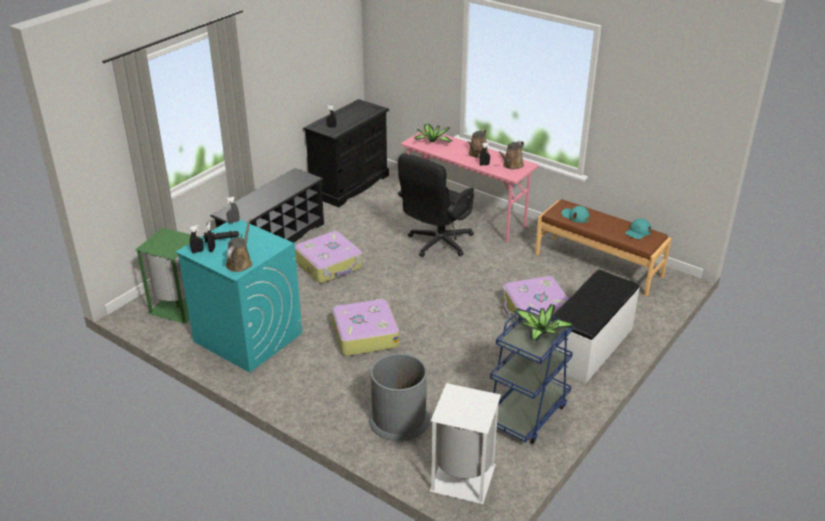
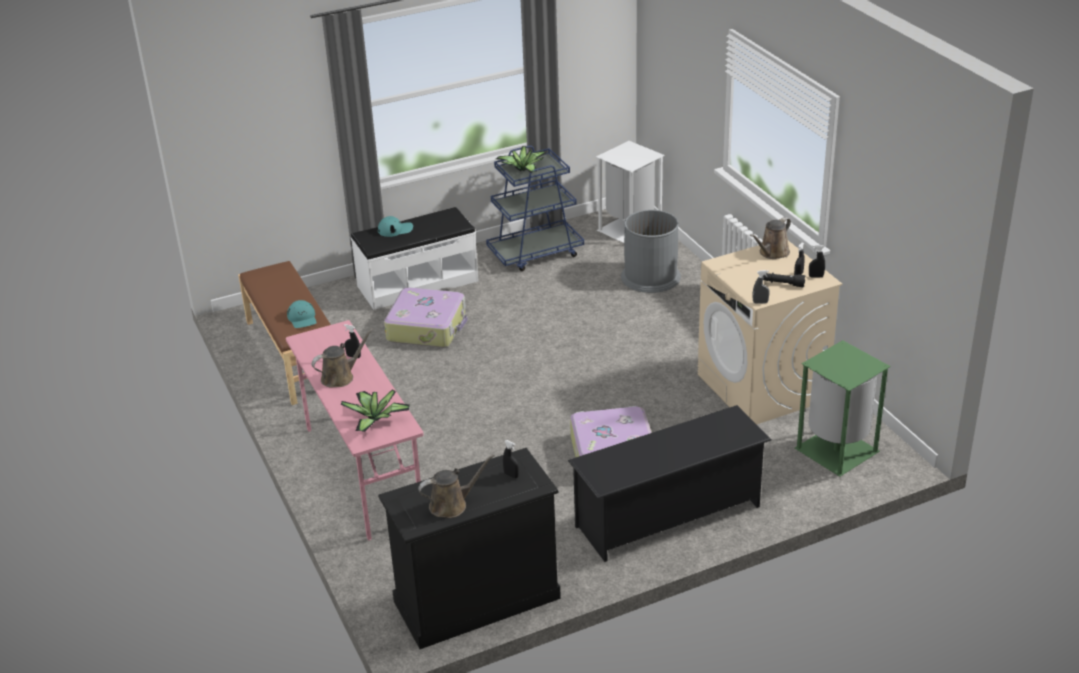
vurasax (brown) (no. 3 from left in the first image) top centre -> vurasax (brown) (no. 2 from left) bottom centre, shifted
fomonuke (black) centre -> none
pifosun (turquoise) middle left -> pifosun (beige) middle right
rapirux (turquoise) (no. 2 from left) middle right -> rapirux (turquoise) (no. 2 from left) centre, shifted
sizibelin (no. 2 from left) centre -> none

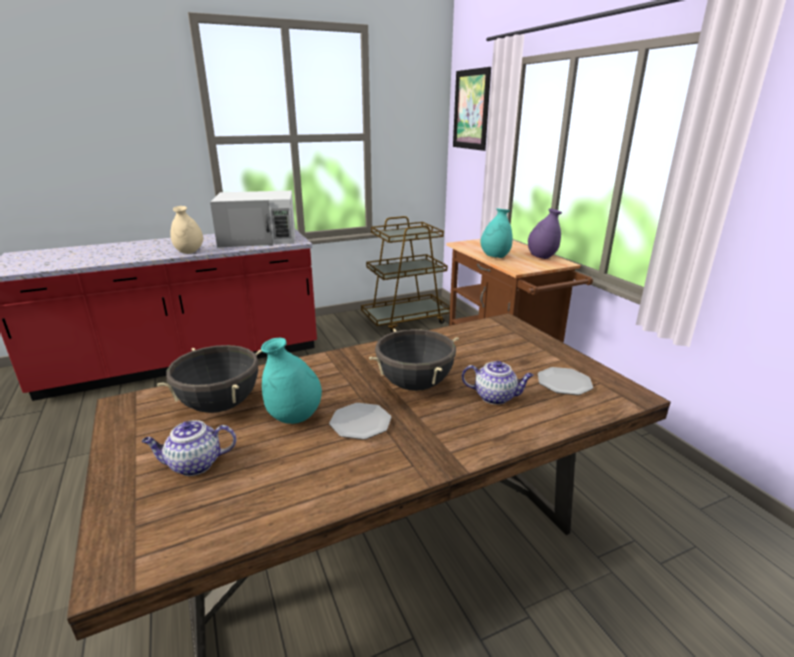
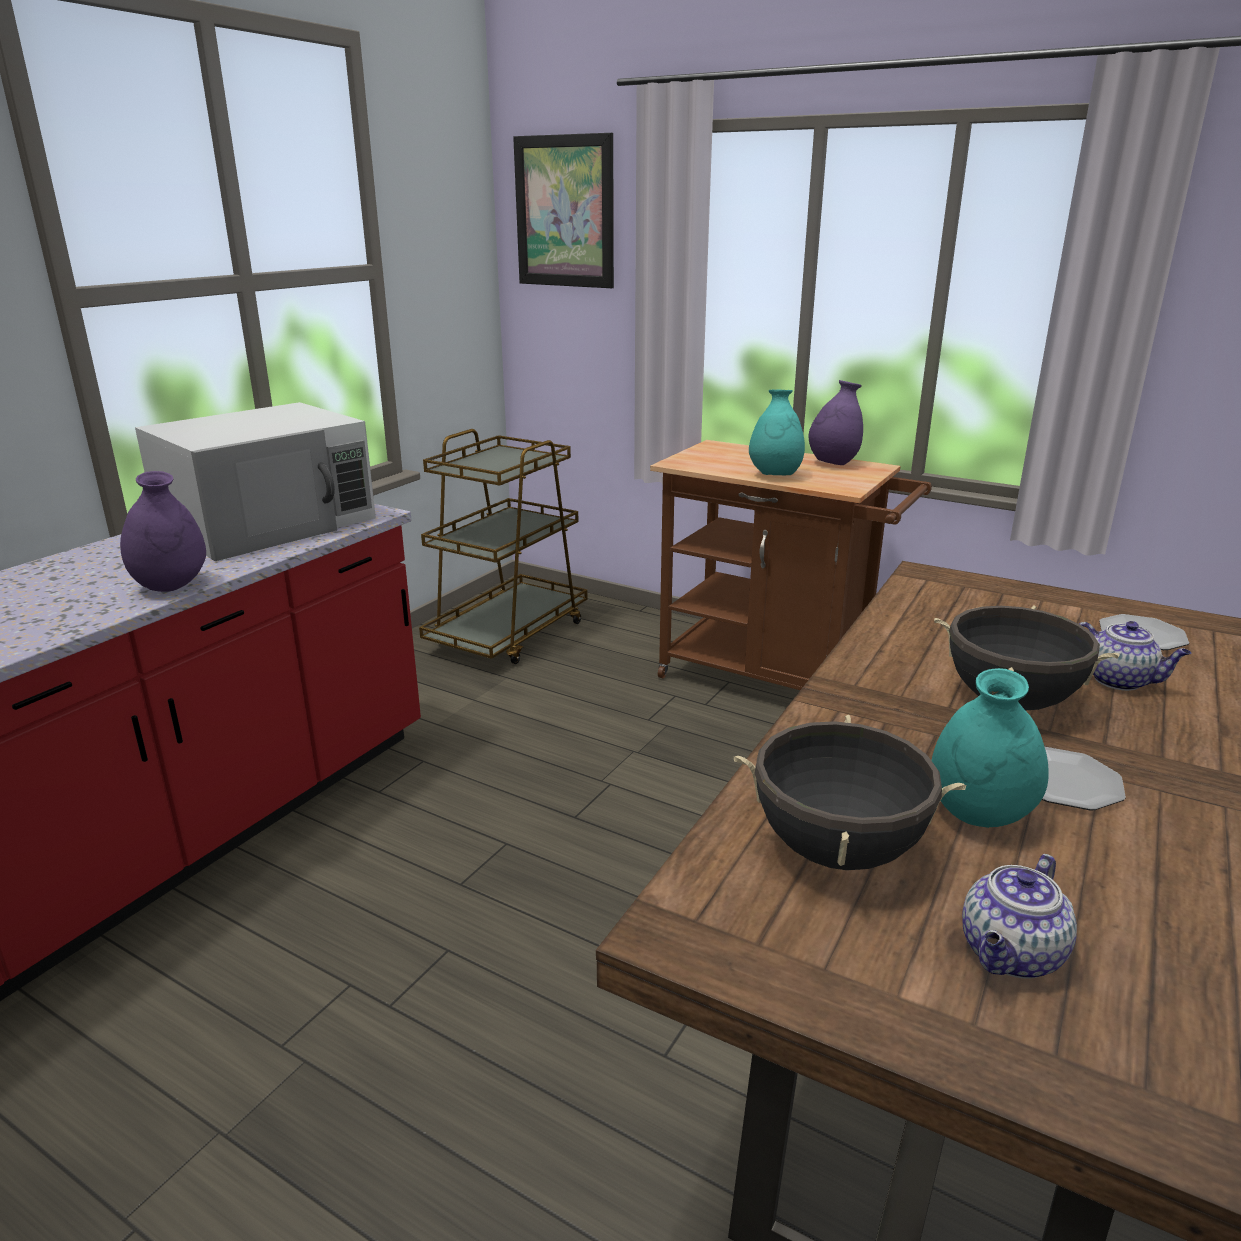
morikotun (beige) middle left -> morikotun (purple) (no. 1 from left) middle left
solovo (no. 2 from left) centre -> solovo (no. 2 from left) middle right, 60 degrees clockwise

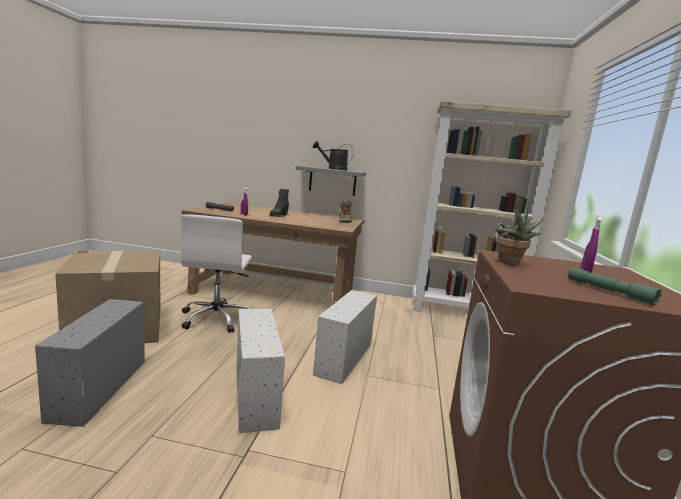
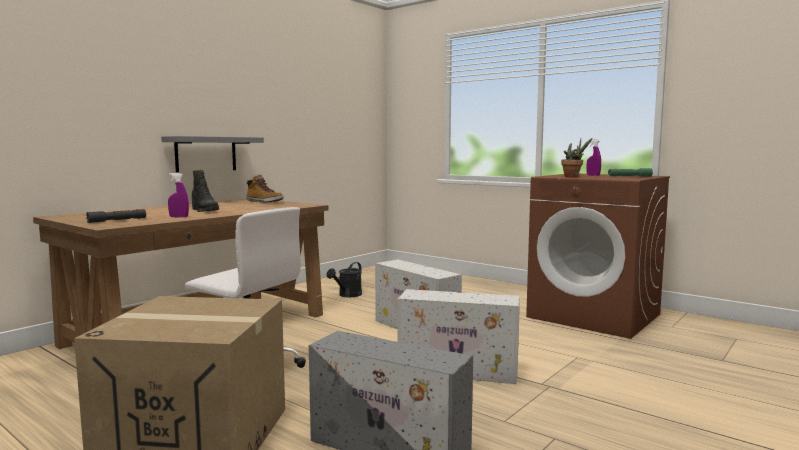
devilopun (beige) middle right -> none
vurasax (black) top centre -> vurasax (black) centre, shifted

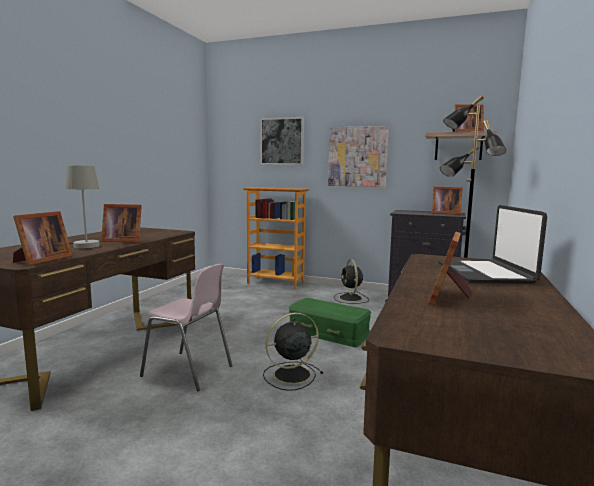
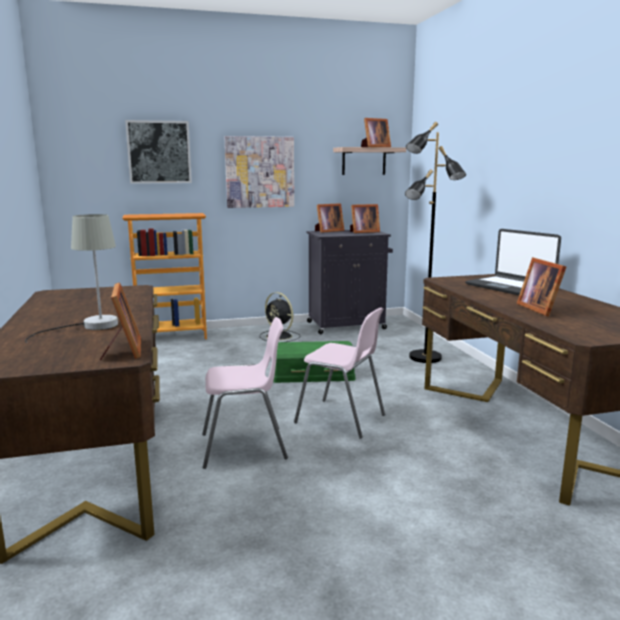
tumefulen (no. 2 from left) middle left -> tumefulen (no. 2 from left) centre, shifted
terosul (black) (no. 1 from left) bottom centre -> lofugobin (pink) (no. 2 from left) centre

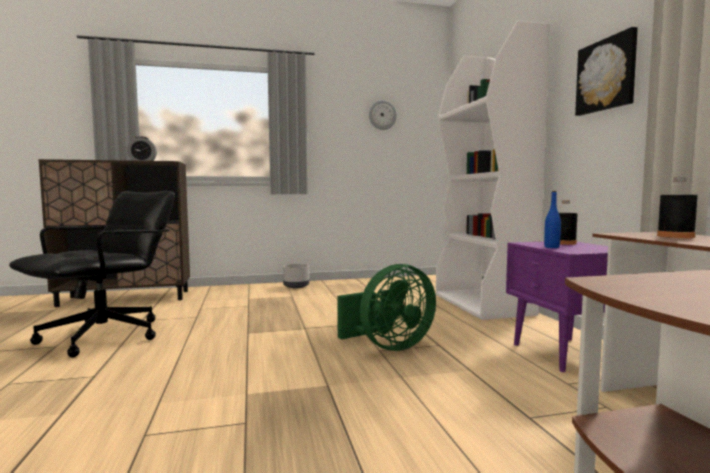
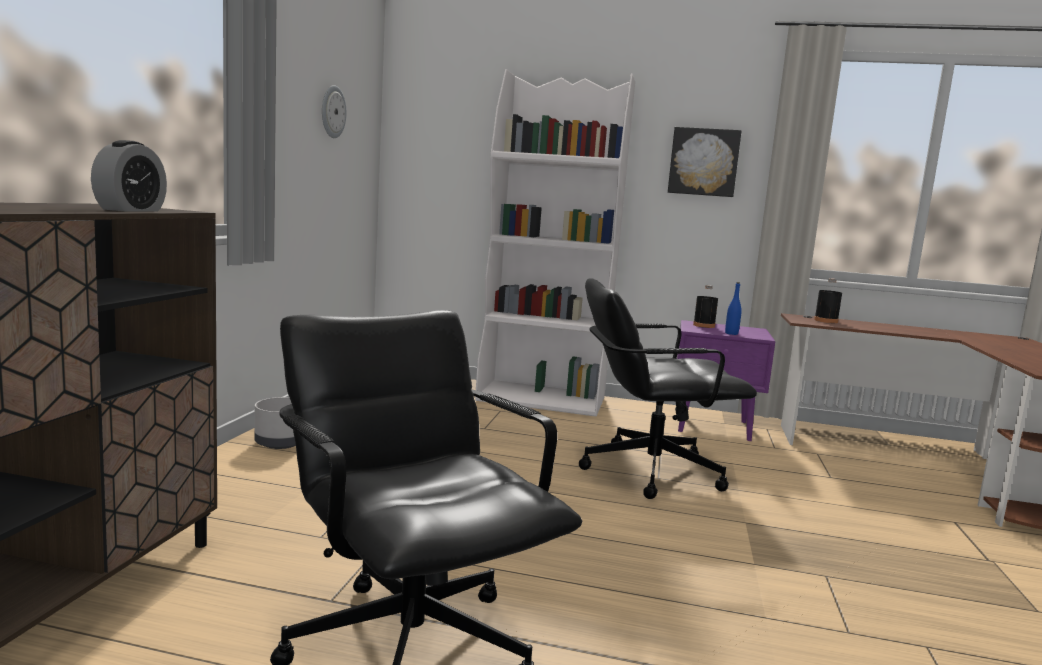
terosul (green) centre -> fomonuke (black) (no. 2 from left) centre

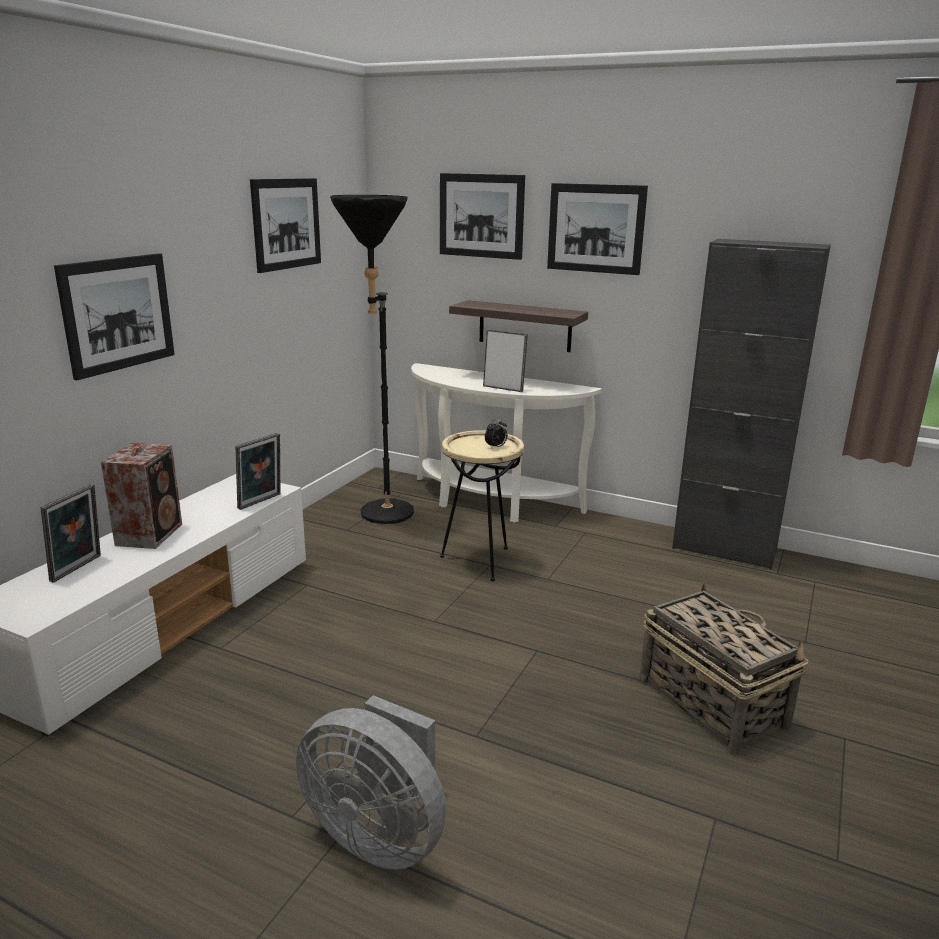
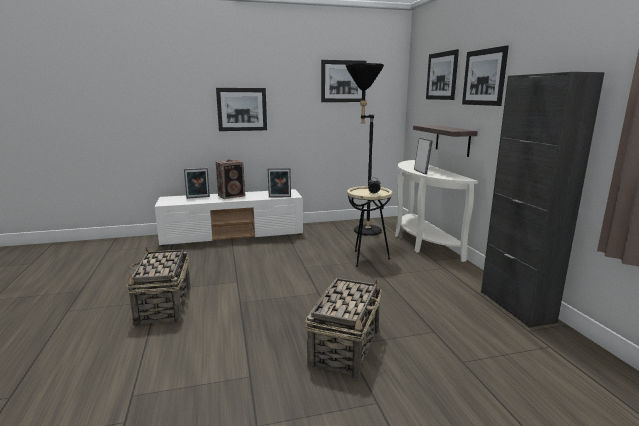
terosul (grey) bottom centre -> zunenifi (no. 1 from left) bottom left

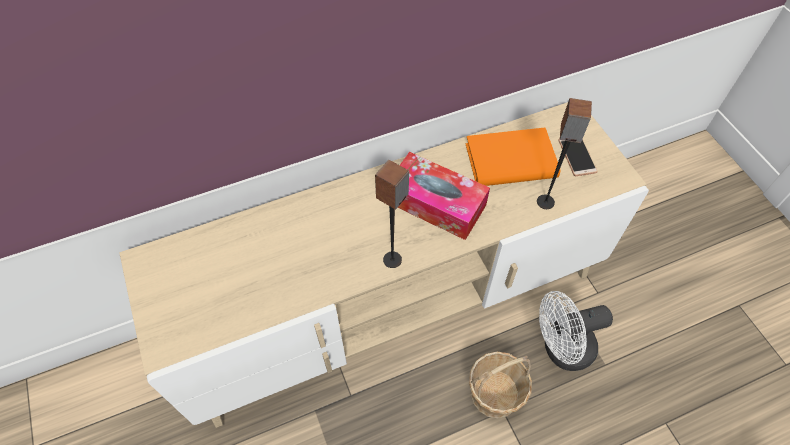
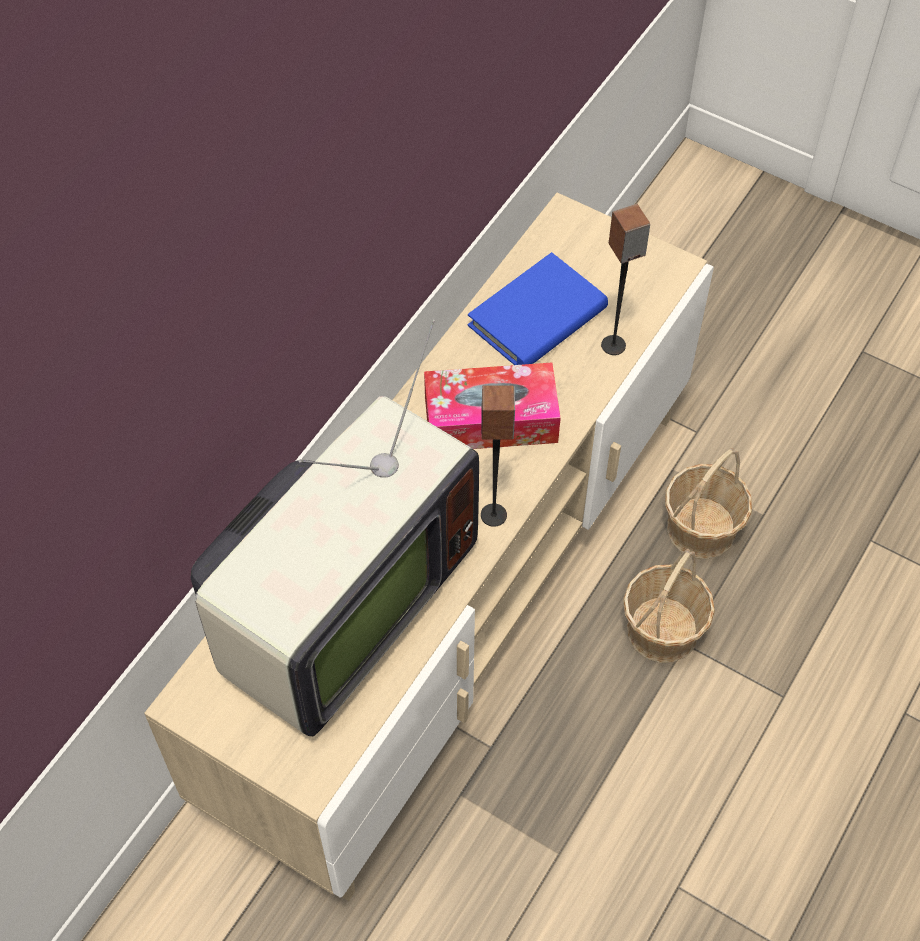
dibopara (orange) centre -> dibopara (blue) top centre
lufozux middle right -> none
terosul (white) bottom right -> zunenifi (no. 2 from left) middle right
none -> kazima centre

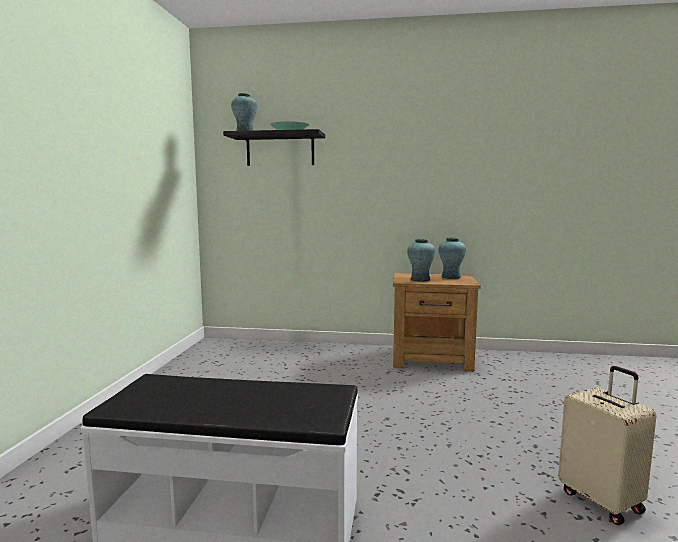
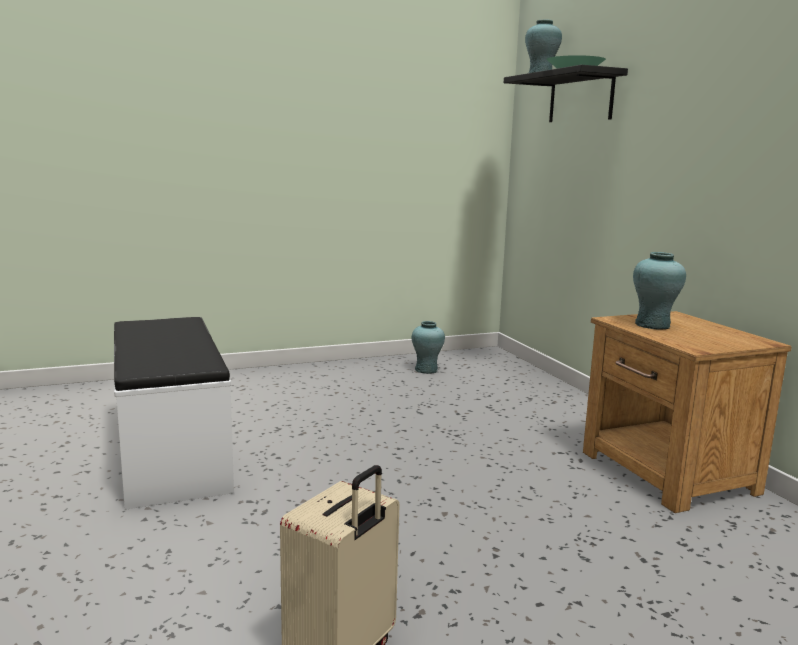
morikotun (turquoise) (no. 3 from left in the first image) middle right -> morikotun (turquoise) (no. 1 from left) centre, shifted

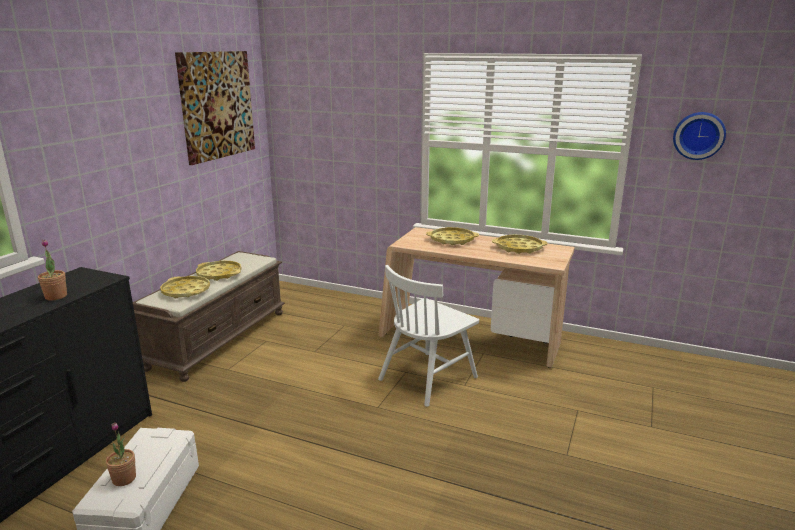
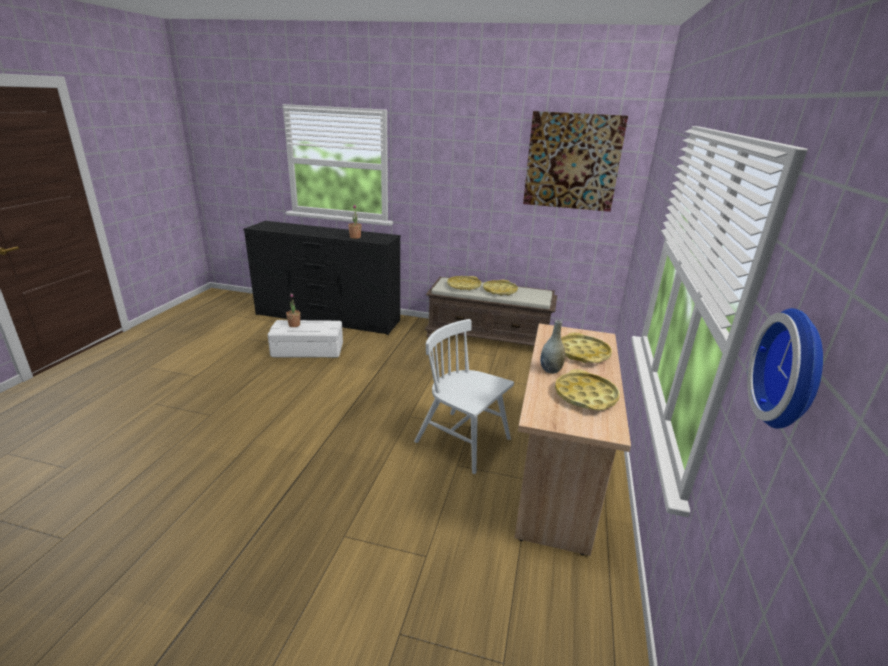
none -> morikotun (grey) centre

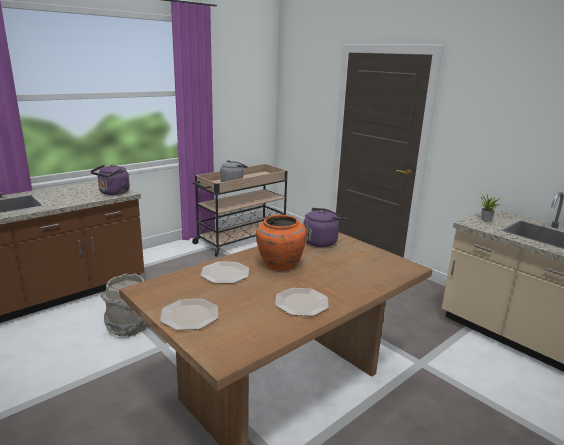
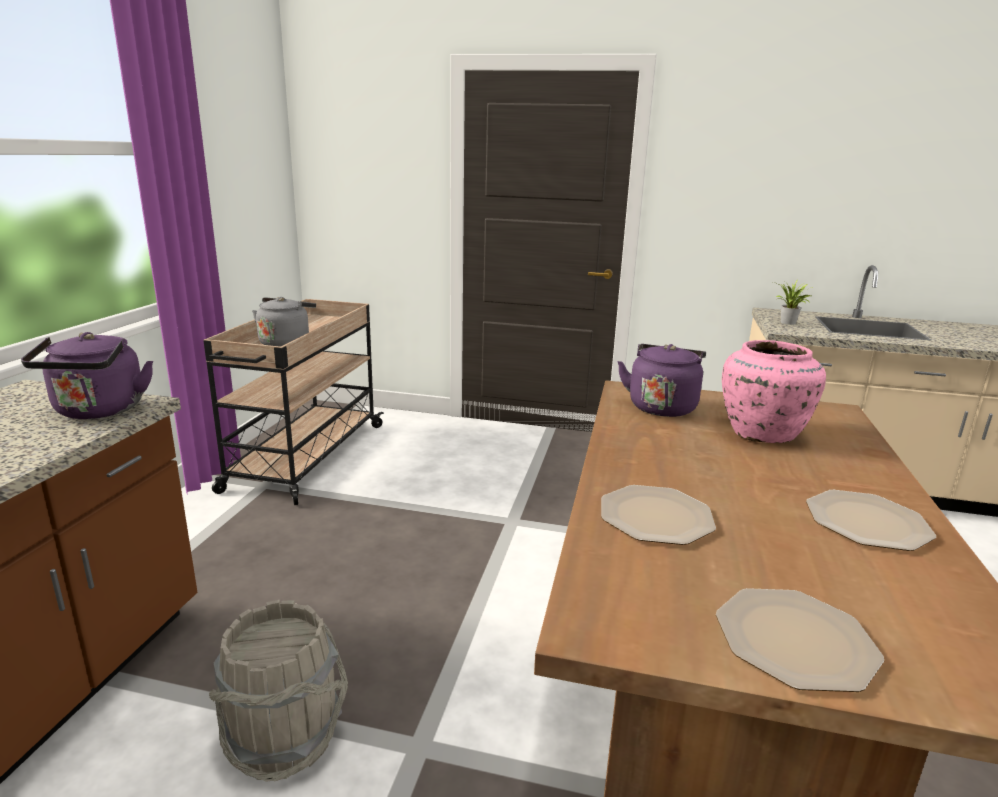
morikotun (orange) centre -> none
none -> morikotun (pink) middle right

